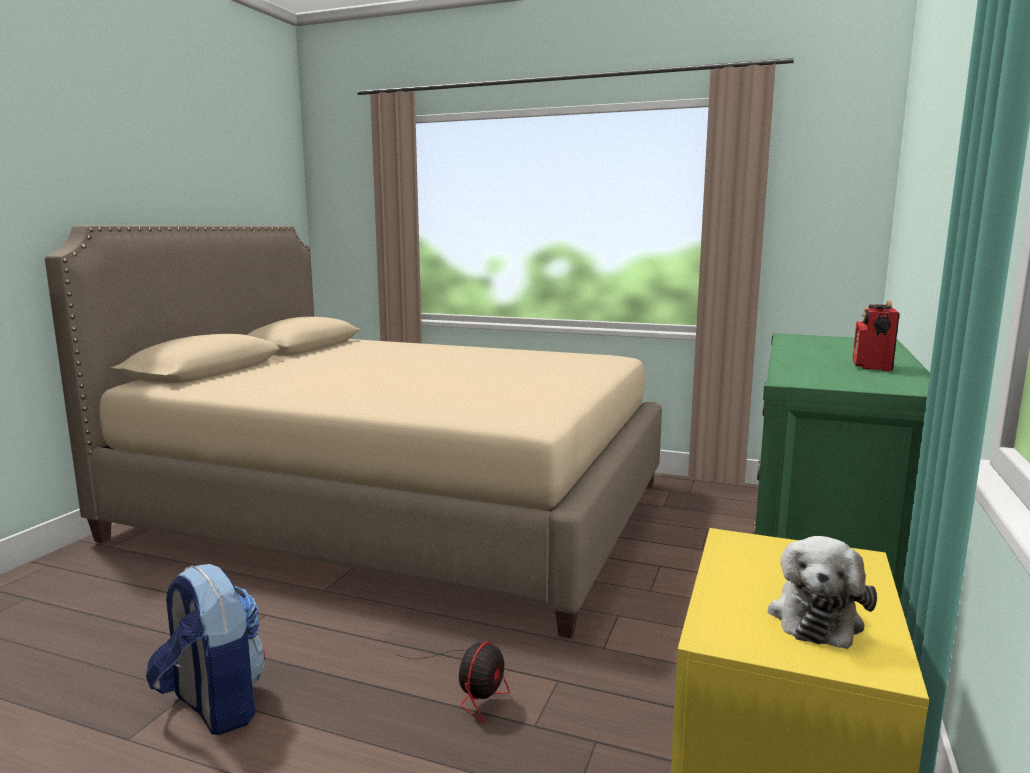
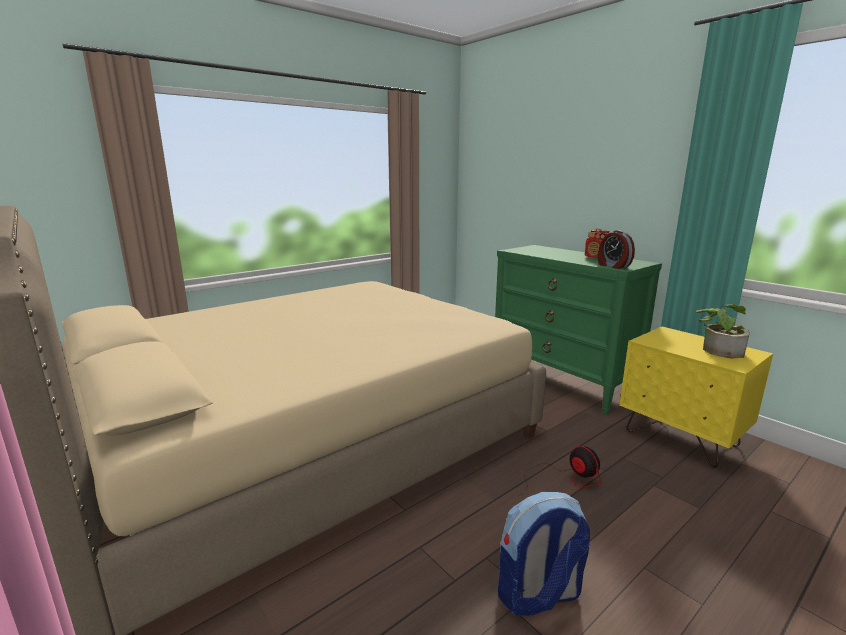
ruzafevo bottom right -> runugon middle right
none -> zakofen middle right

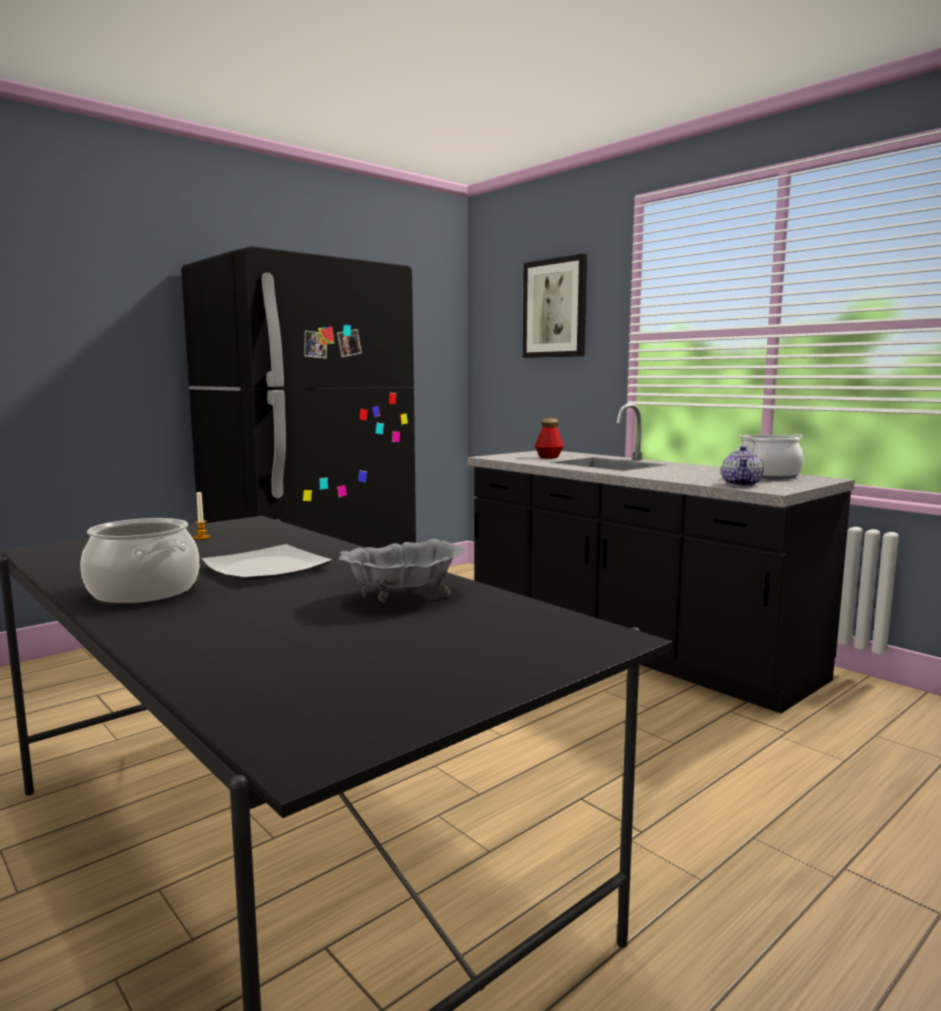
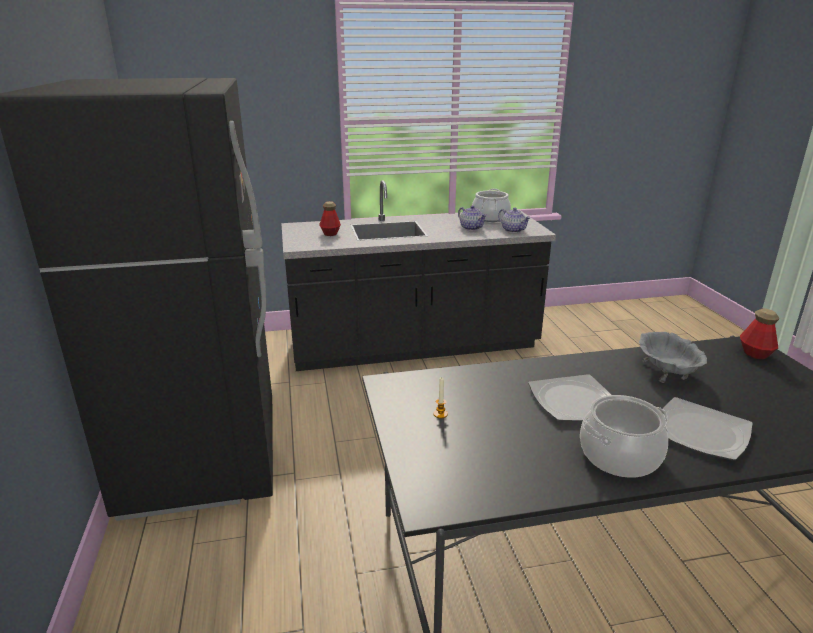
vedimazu top centre -> none
none -> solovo (no. 1 from left) centre
none -> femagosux (no. 2 from left) middle right
none -> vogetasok (no. 2 from left) bottom right

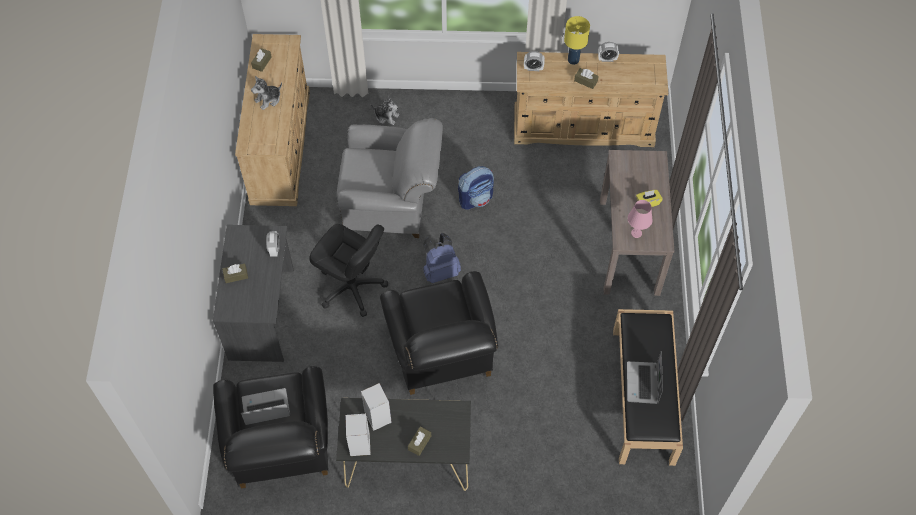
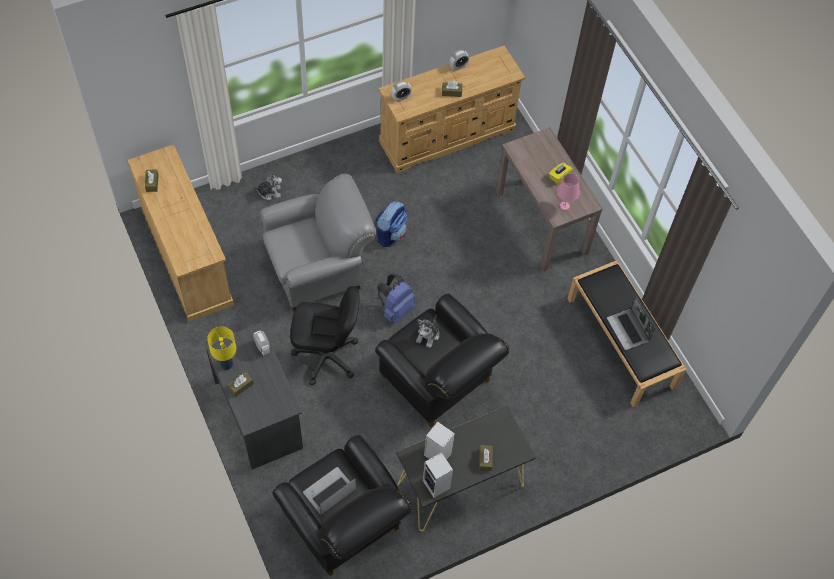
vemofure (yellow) top centre -> vemofure (yellow) middle left, shifted
ruzafevo (no. 1 from left in the first image) top left -> ruzafevo (no. 2 from left) centre, shifted

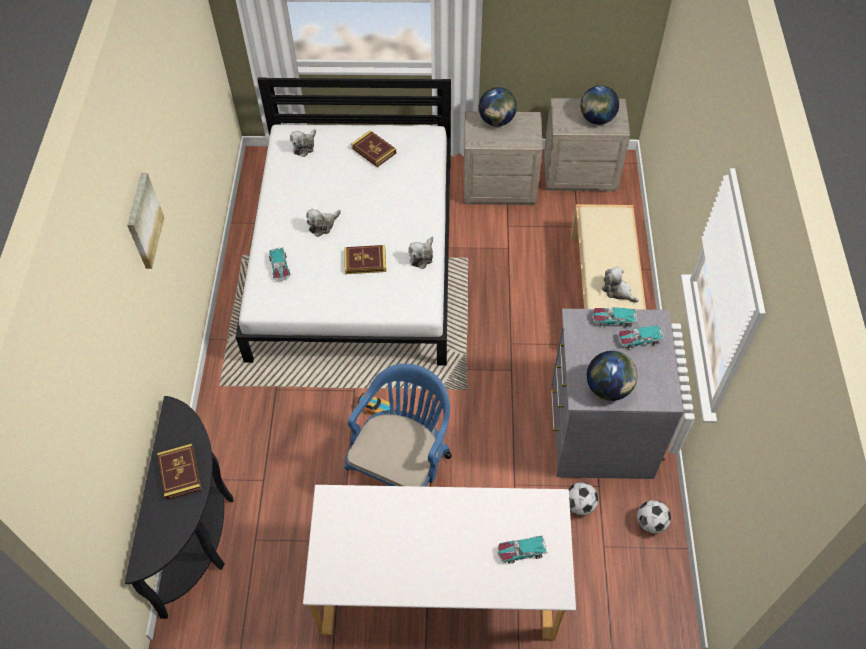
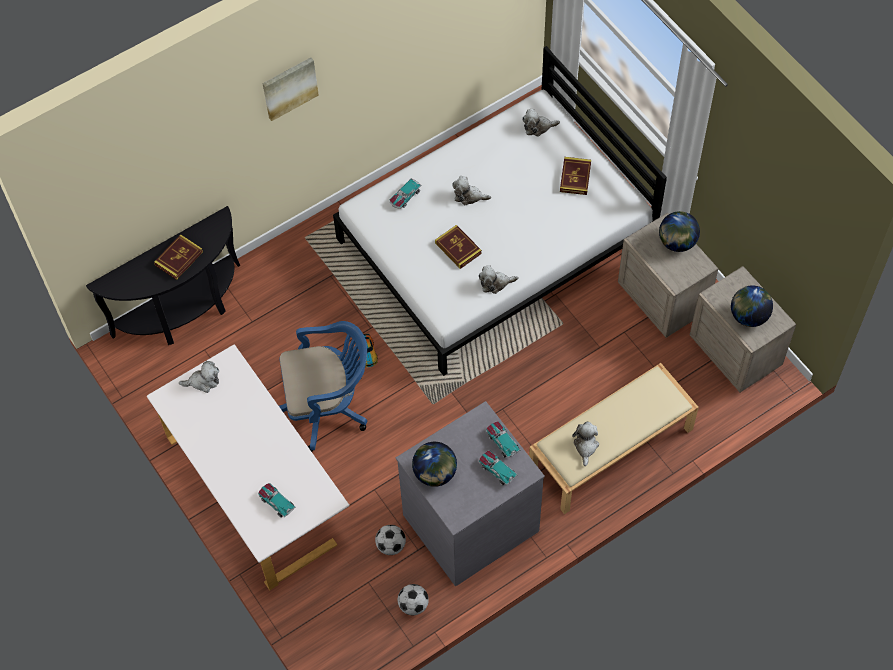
none -> ruzafevo (no. 1 from left) middle left

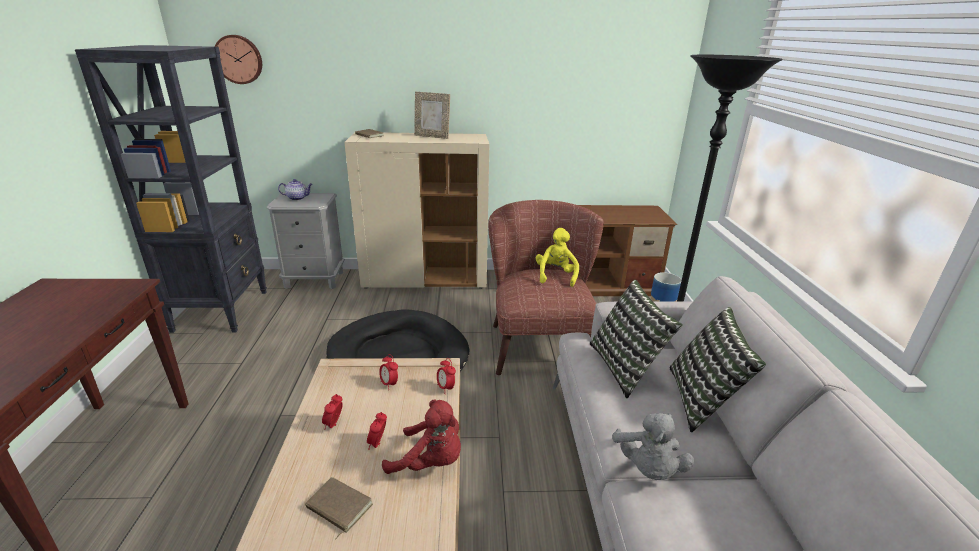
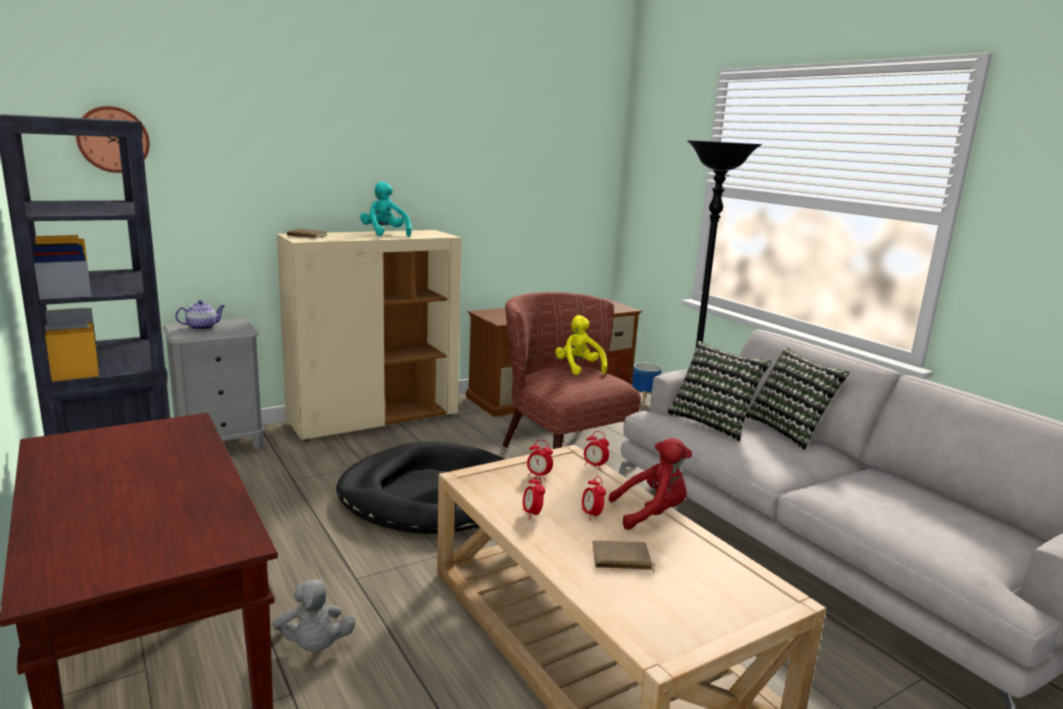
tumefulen top centre -> ruzafevo (turquoise) top centre
ruzafevo (grey) bottom right -> ruzafevo (grey) bottom left, shifted

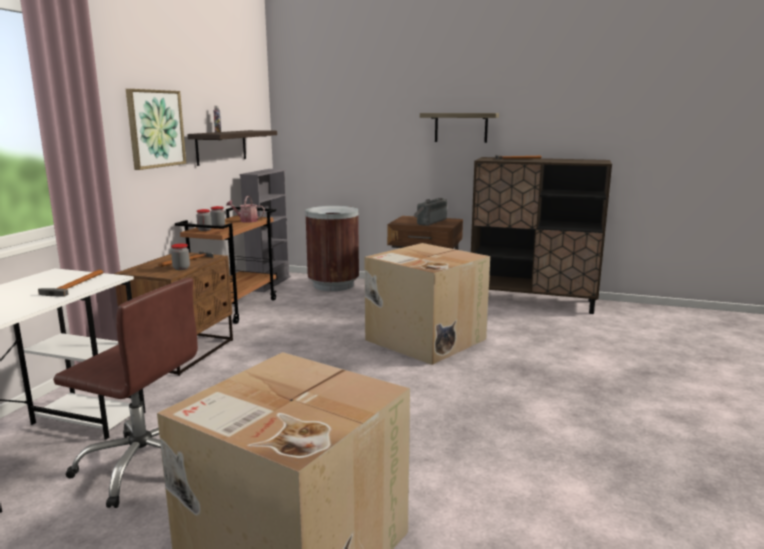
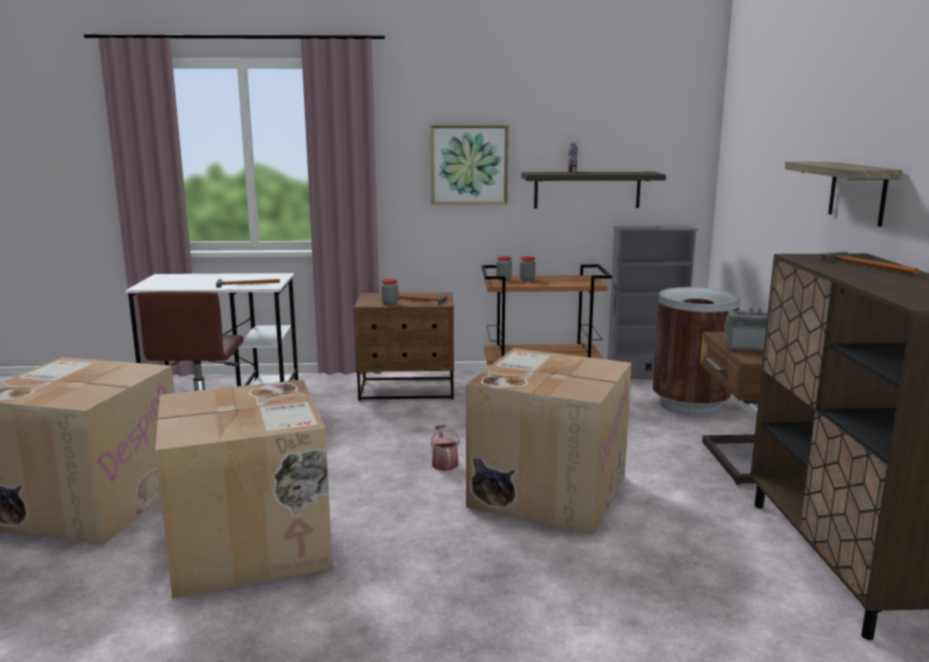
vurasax middle left -> vurasax bottom centre, shifted
none -> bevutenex (no. 2 from left) bottom left

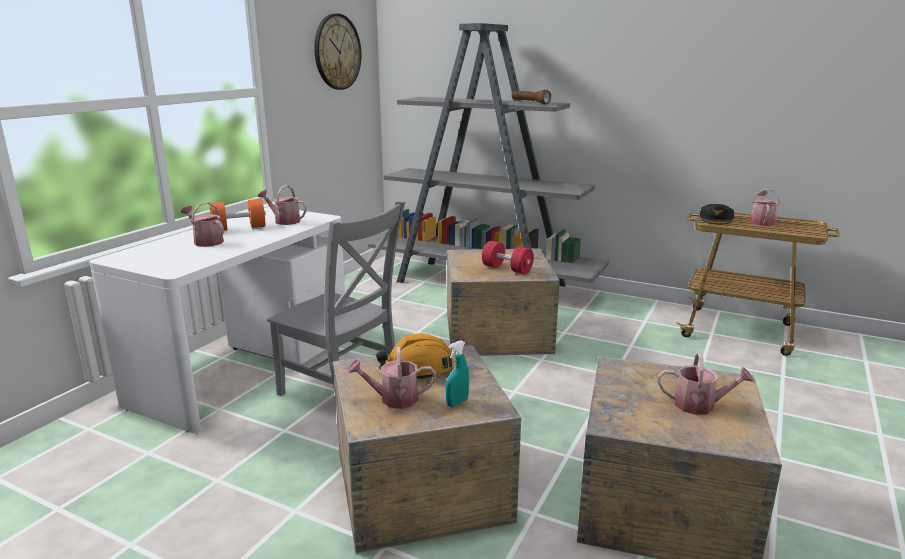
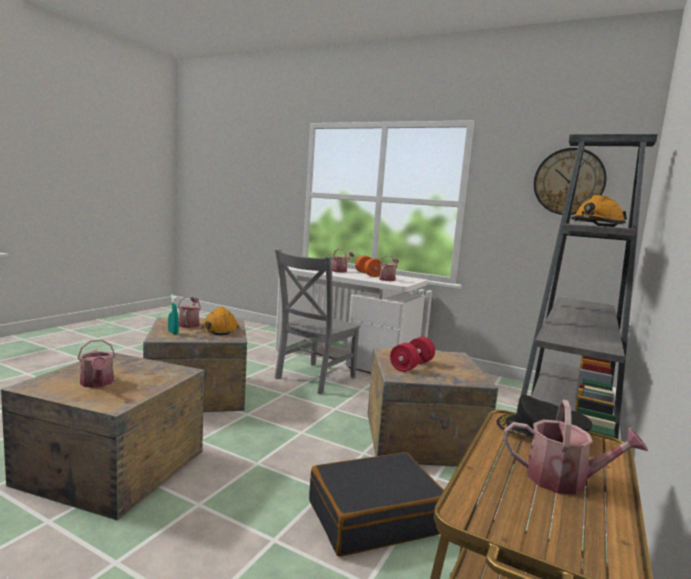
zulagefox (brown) top centre -> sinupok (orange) (no. 2 from left) middle right
vurasax (no. 4 from left in the first image) bottom right -> vurasax (no. 1 from left) middle left, 45 degrees counterclockwise
none -> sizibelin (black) bottom centre

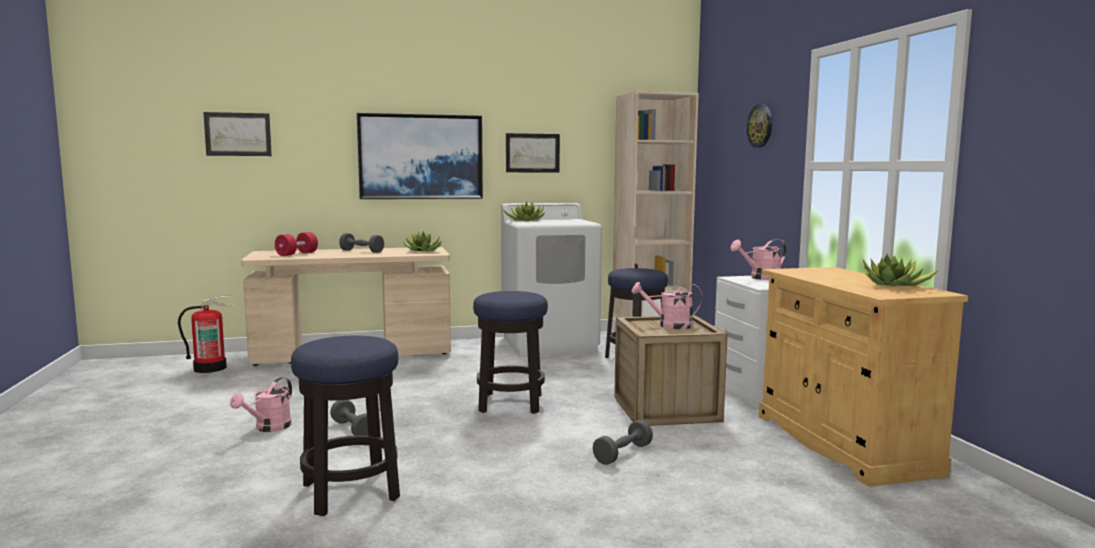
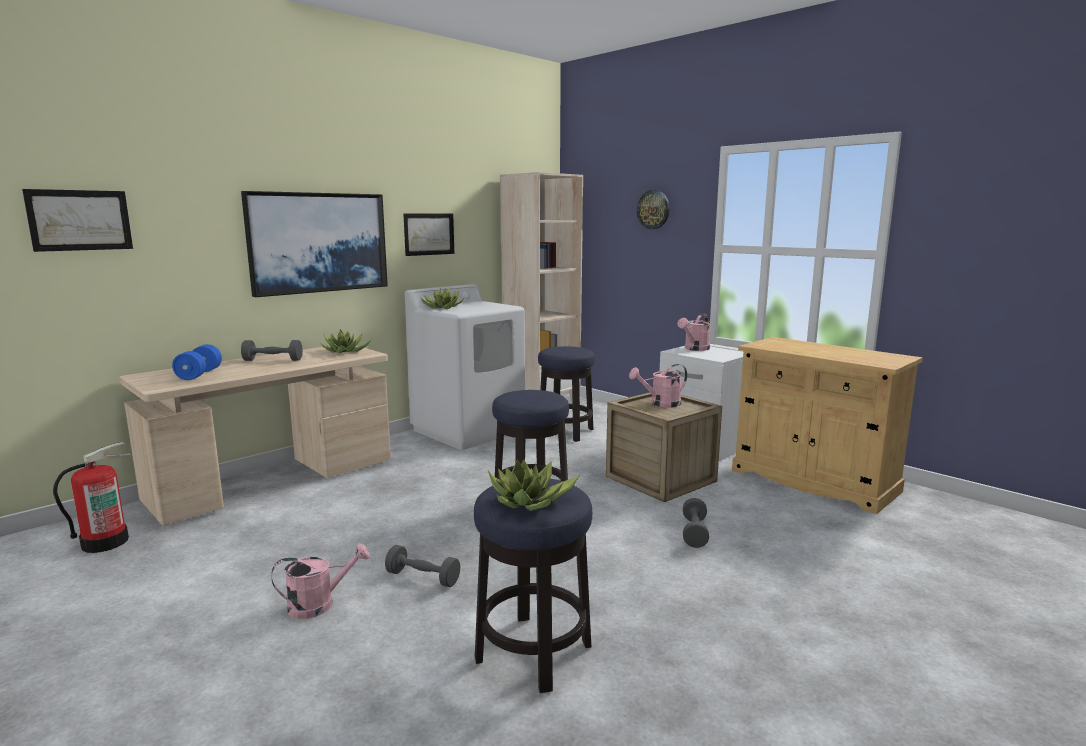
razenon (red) middle left -> razenon (blue) middle left
runugon (no. 3 from left) middle right -> runugon (no. 3 from left) centre, shifted
vurasax (pink) (no. 1 from left) bottom left, 105 degrees counterclockwise

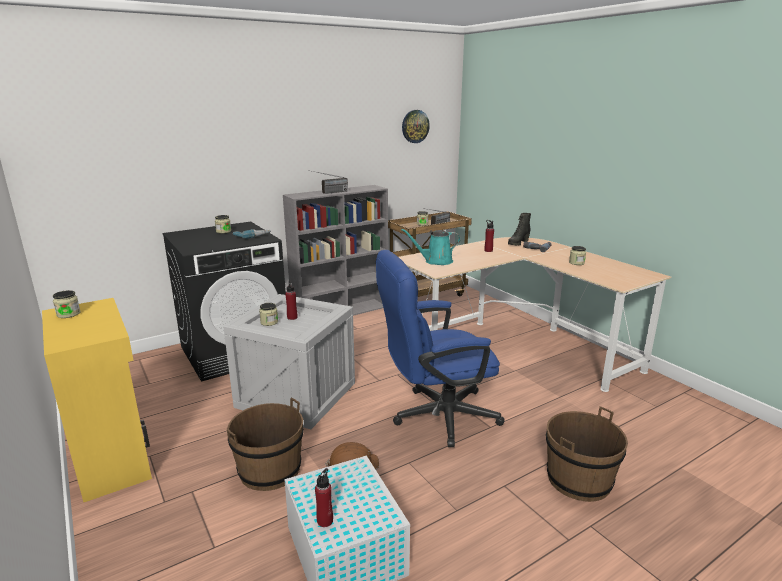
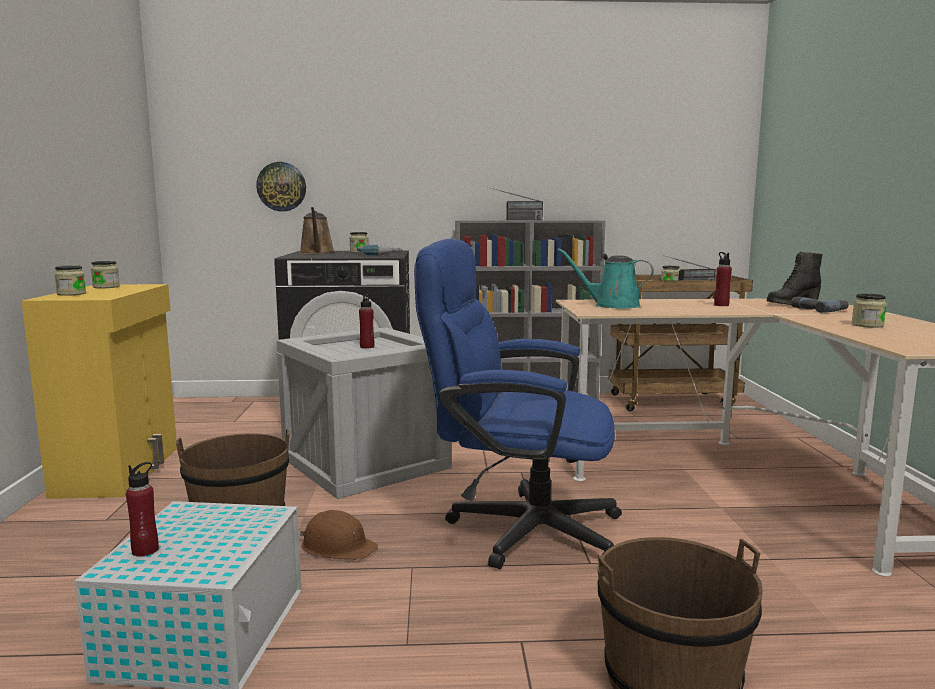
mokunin top centre -> mokunin top left, shifted
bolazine (no. 3 from left in the first image) centre -> bolazine (no. 1 from left) middle left, shifted
none -> vurasax (brown) centre

